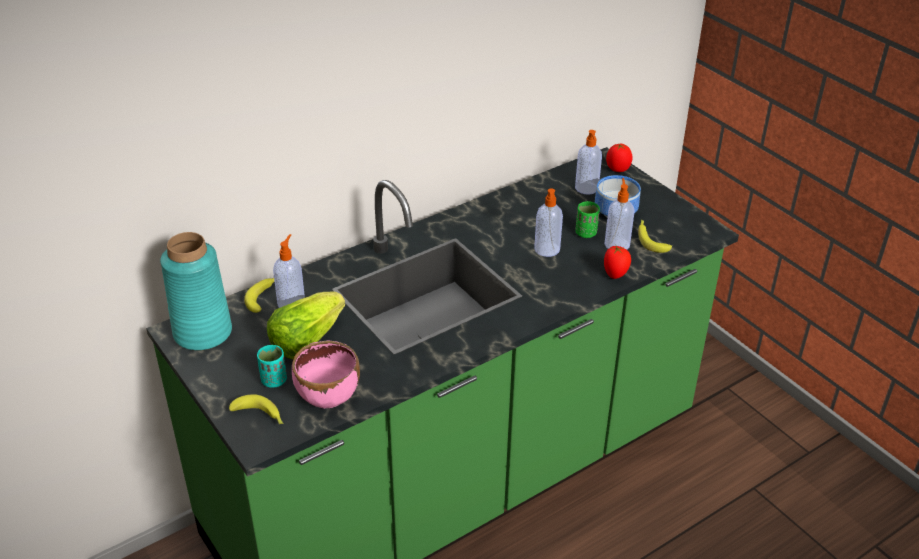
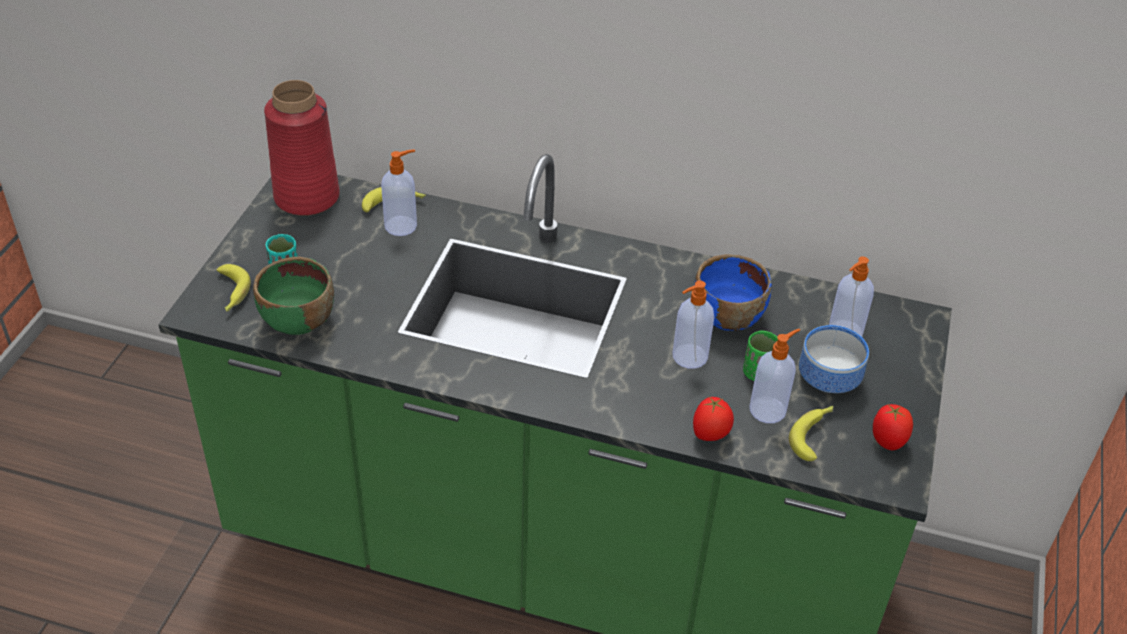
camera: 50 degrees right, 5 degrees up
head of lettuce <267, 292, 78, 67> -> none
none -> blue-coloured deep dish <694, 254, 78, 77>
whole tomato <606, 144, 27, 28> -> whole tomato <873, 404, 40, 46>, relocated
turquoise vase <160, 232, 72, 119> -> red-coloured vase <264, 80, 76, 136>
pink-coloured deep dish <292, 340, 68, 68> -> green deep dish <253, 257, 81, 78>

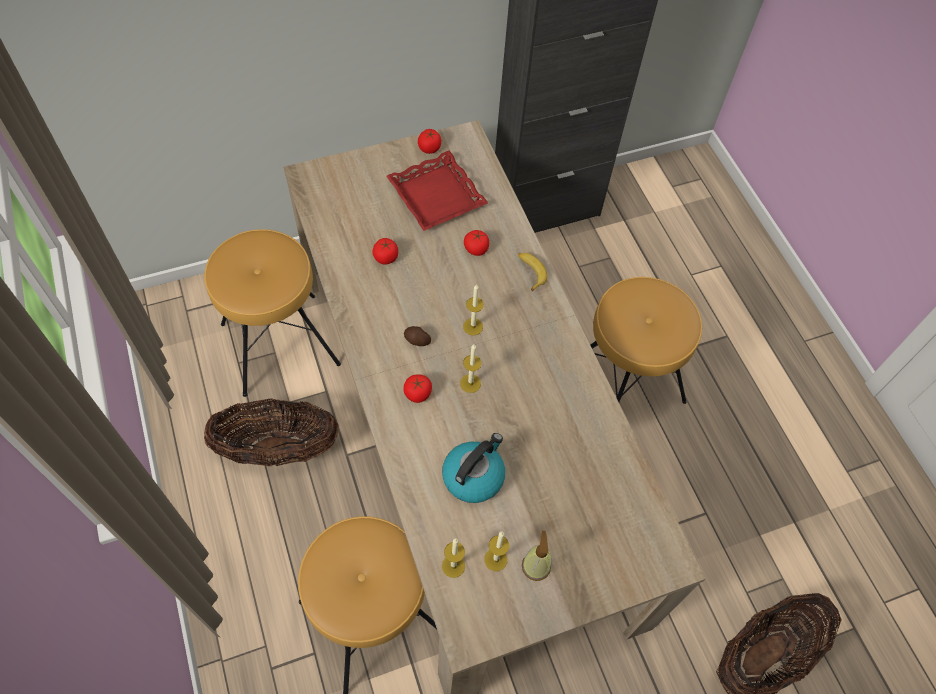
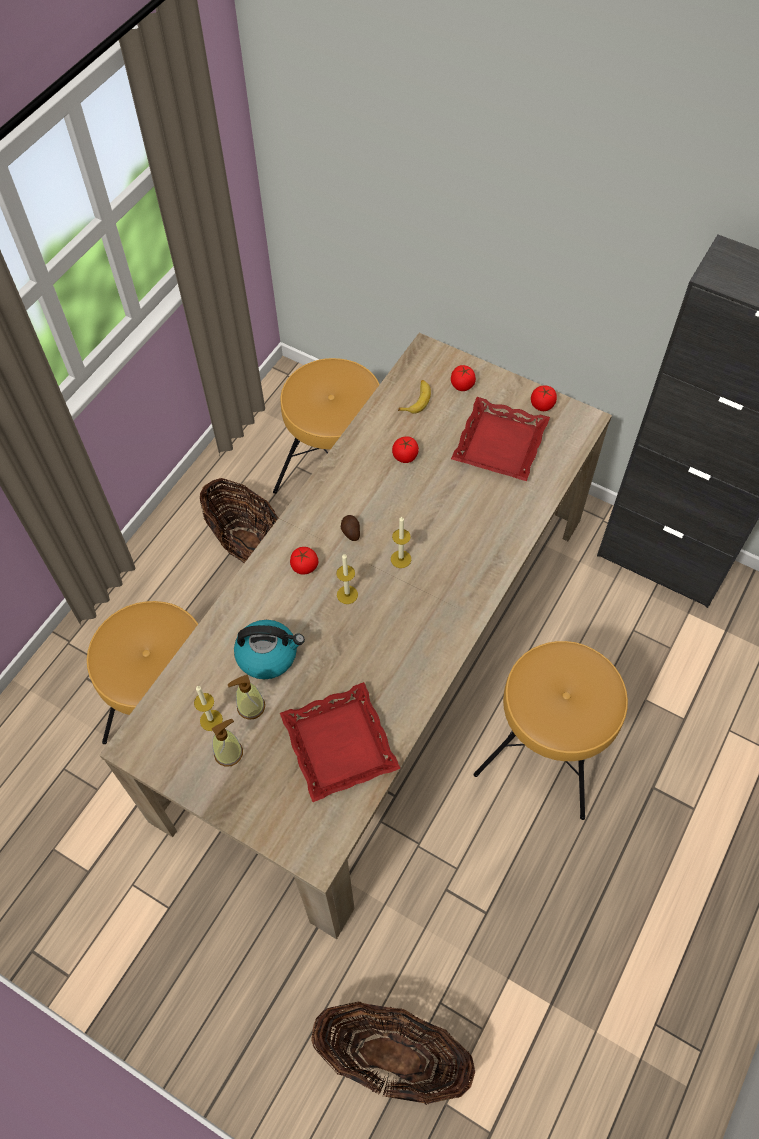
camera: 55 degrees right, 0 degrees up
candle <442, 538, 23, 40> -> none
none -> liquid soap bottle <228, 675, 37, 45>
none -> red-coloured tray <280, 682, 121, 120>
whole tomato <464, 230, 25, 26> -> whole tomato <451, 365, 25, 26>, relocated
banana <518, 253, 30, 39> -> banana <398, 380, 33, 34>, relocated

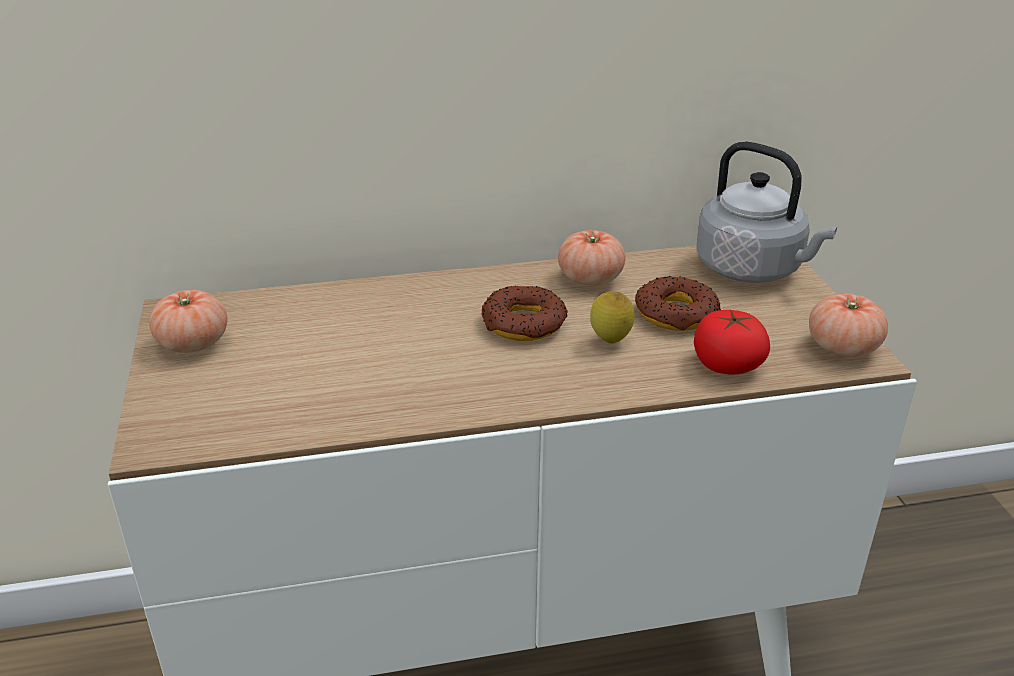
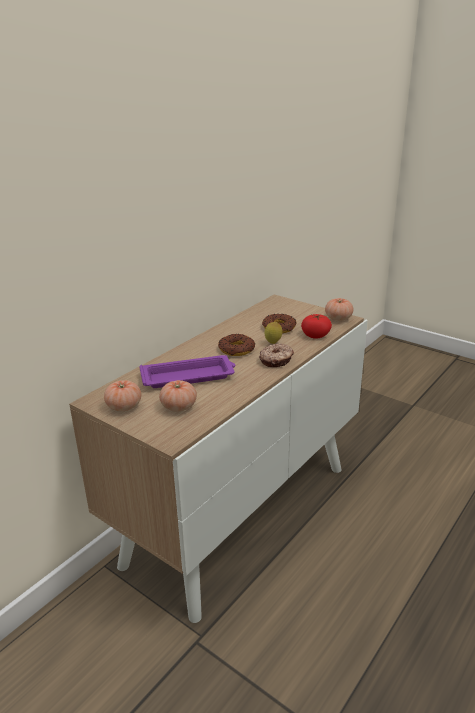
camera: 40 degrees left, 5 degrees down
gray kettle <696, 142, 141, 141> -> none
none -> purplish tray <140, 355, 95, 33>
none -> donut <259, 344, 35, 23>
whole tomato <558, 230, 67, 56> -> whole tomato <159, 380, 38, 32>, relocated

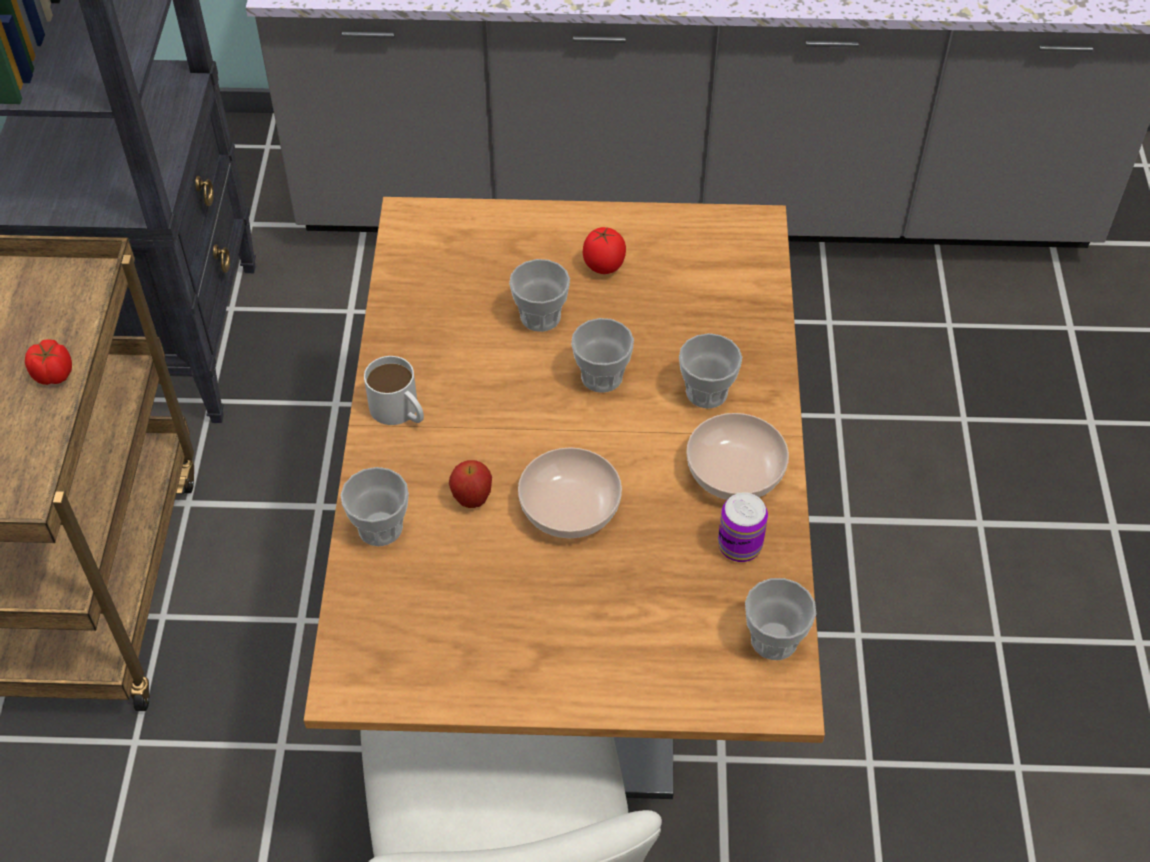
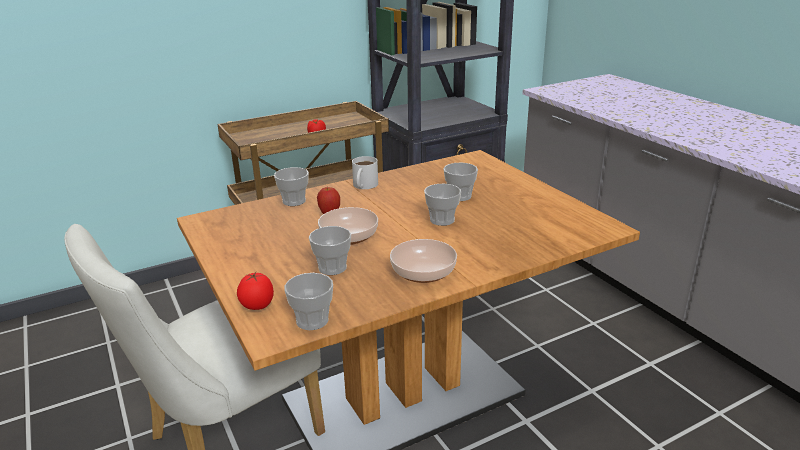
camera: 60 degrees right, 25 degrees down
sealed can <718, 492, 50, 70> -> none
whole tomato <583, 227, 43, 47> -> whole tomato <237, 272, 37, 38>, relocated
cup <679, 333, 63, 76> -> cup <309, 226, 42, 49>, relocated

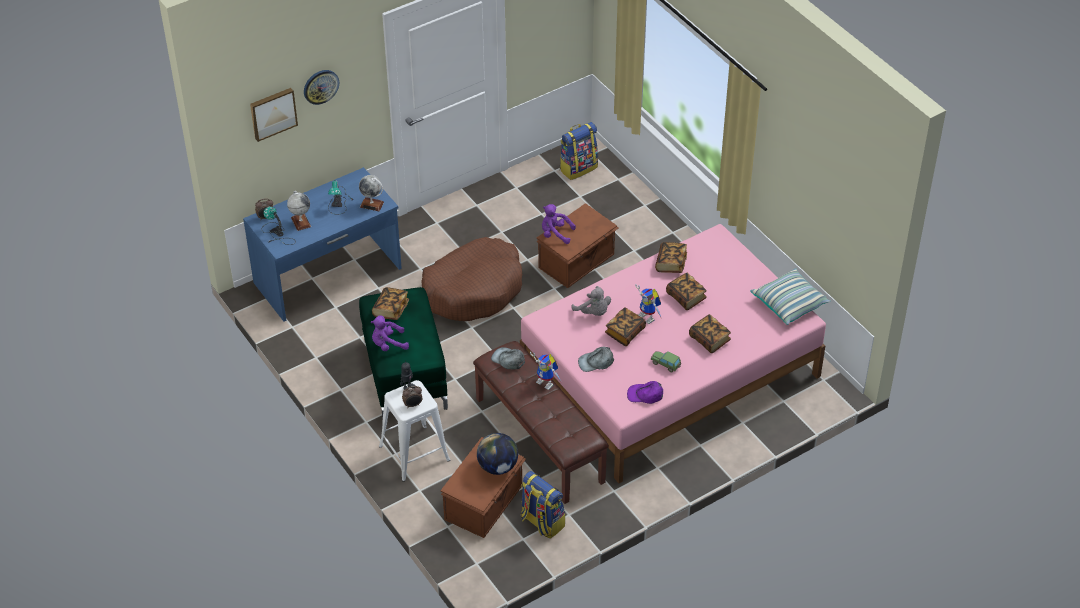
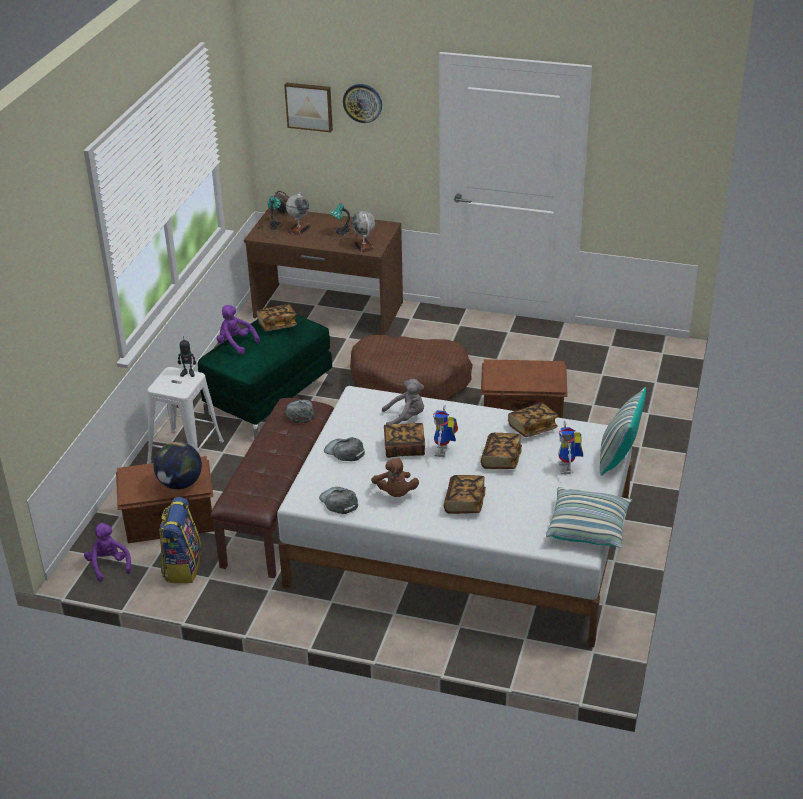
camera: 50 degrees right, 10 degrees down
bedside clock <402, 386, 21, 22> -> none
backpack <560, 122, 38, 58> -> none
none -> throw pillow <600, 387, 46, 89>
robot figure <530, 352, 31, 38> -> robot figure <558, 420, 25, 54>, relocated
purplish plush toy <542, 204, 34, 40> -> purplish plush toy <84, 523, 47, 59>, relocated
miniature car <650, 351, 31, 21> -> brown-coloured plush toy <371, 458, 48, 39>
blue-coloured desk <243, 167, 159, 155> -> brown-coloured desk <244, 208, 159, 127>
pink-coloured bed <520, 224, 306, 259> -> white bed <277, 386, 355, 261>
purplish cap <627, 381, 36, 23> -> gray cap <319, 487, 39, 27>
gray plush toy <571, 286, 40, 30> -> gray plush toy <382, 379, 42, 46>, 105 degrees counterclockwise

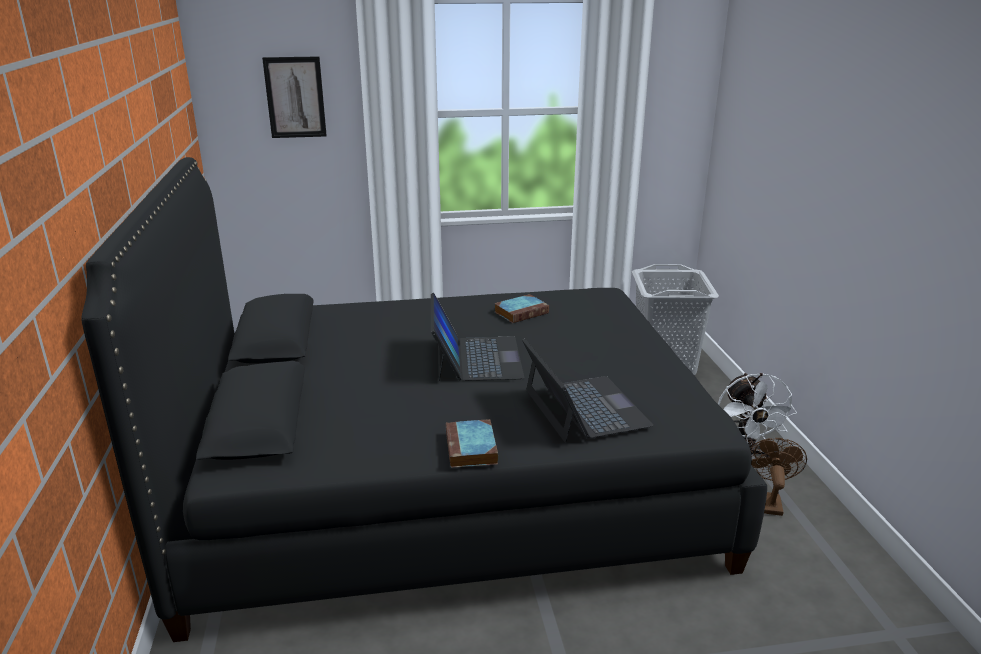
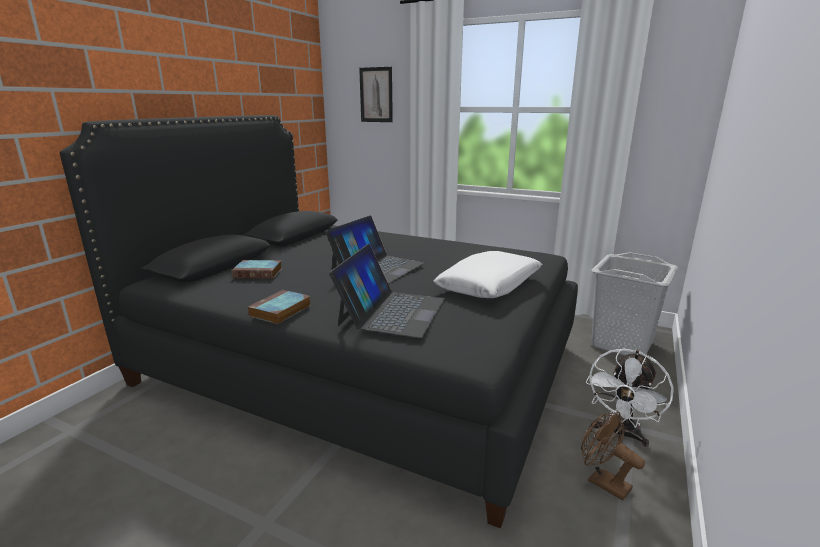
camera: 35 degrees right, 5 degrees down
none -> white throw pillow <434, 251, 108, 47>
book <494, 294, 55, 29> -> book <231, 260, 51, 19>, relocated
brown-coloured electric fan <750, 438, 57, 78> -> brown-coloured electric fan <581, 412, 64, 89>, 90 degrees counterclockwise

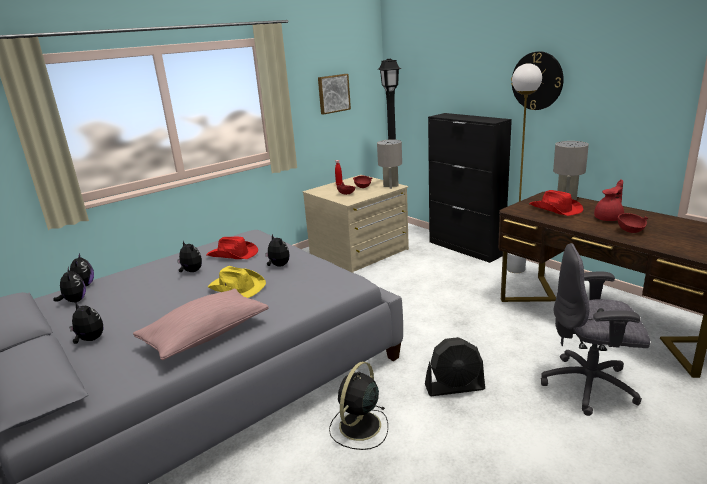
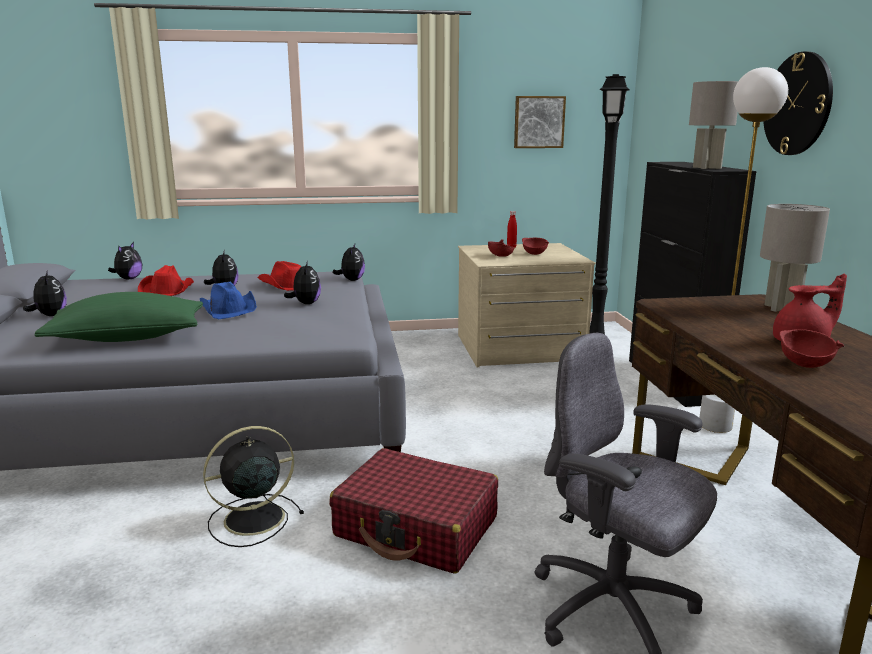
camera: 30 degrees right, 5 degrees down
plush toy <53, 266, 33, 36> -> plush toy <333, 244, 32, 37>, relocated
gray tabletop lamp <377, 139, 25, 50> -> gray tabletop lamp <689, 81, 49, 88>, relocated
red-coloured wearable hat <529, 190, 55, 26> -> red-coloured wearable hat <138, 265, 56, 31>, relocated
black electric fan <425, 337, 60, 59> -> red-coloured travel case <329, 448, 169, 126>
pink-coloured throw pillow <133, 289, 136, 71> -> green throw pillow <34, 292, 169, 50>
yellow-coloured wearable hat <208, 266, 58, 32> -> blue-coloured wearable hat <200, 282, 57, 37>

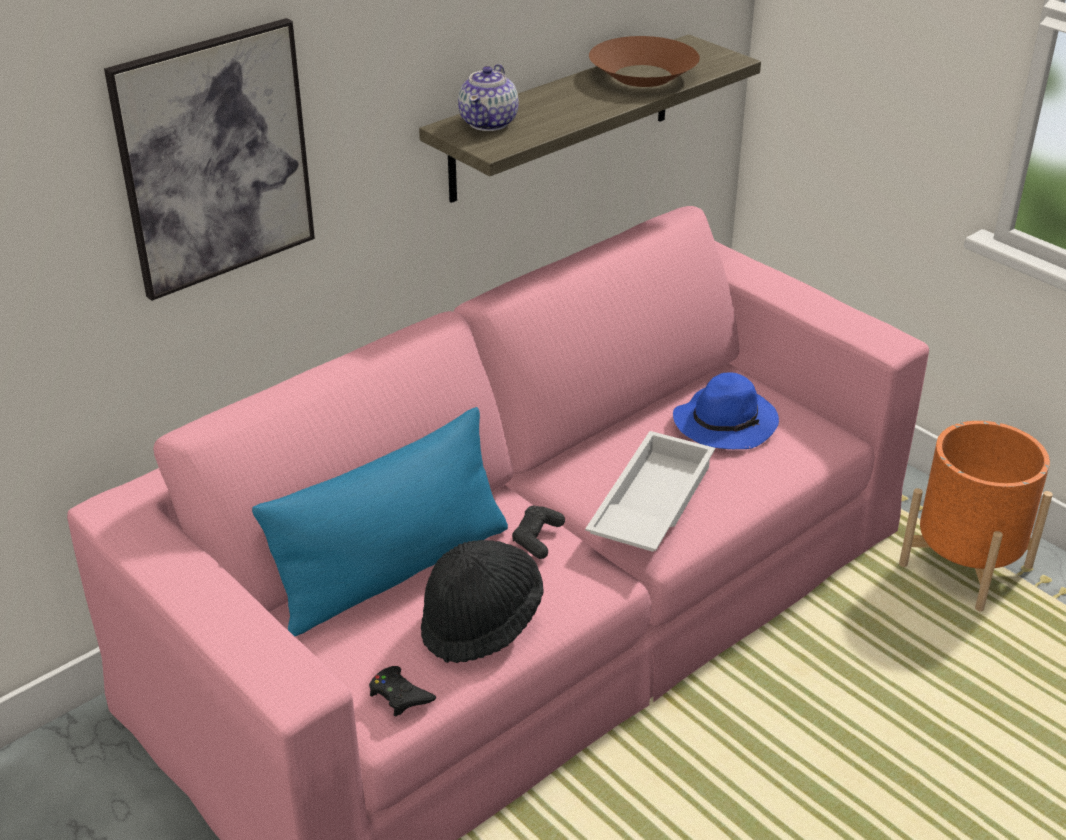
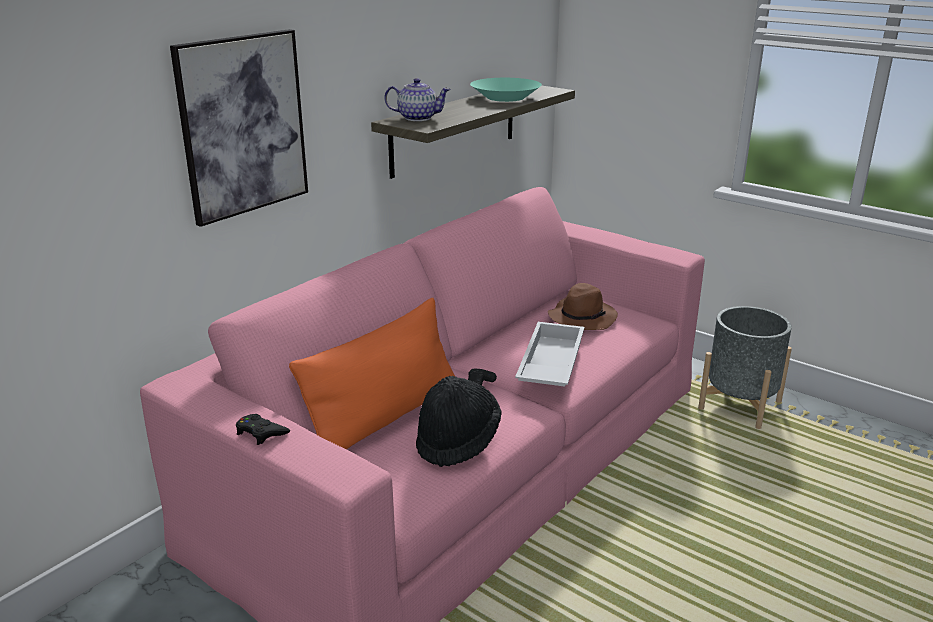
camera: 10 degrees left, 10 degrees down
black game controller <369, 666, 67, 51> -> black game controller <236, 414, 54, 31>, relocated
blue-coloured throw pillow <252, 407, 256, 229> -> orangey throw pillow <289, 298, 167, 151>
brown-coloured deep dish <589, 36, 111, 51> -> turquoise deep dish <470, 78, 72, 24>
blue-coloured wearable hat <673, 372, 106, 77> -> brown-coloured wearable hat <548, 283, 70, 47>
orangey flower pot <899, 421, 154, 190> -> gray flower pot <698, 306, 94, 123>
teapot <458, 64, 61, 67> -> teapot <384, 78, 67, 43>, 90 degrees counterclockwise

